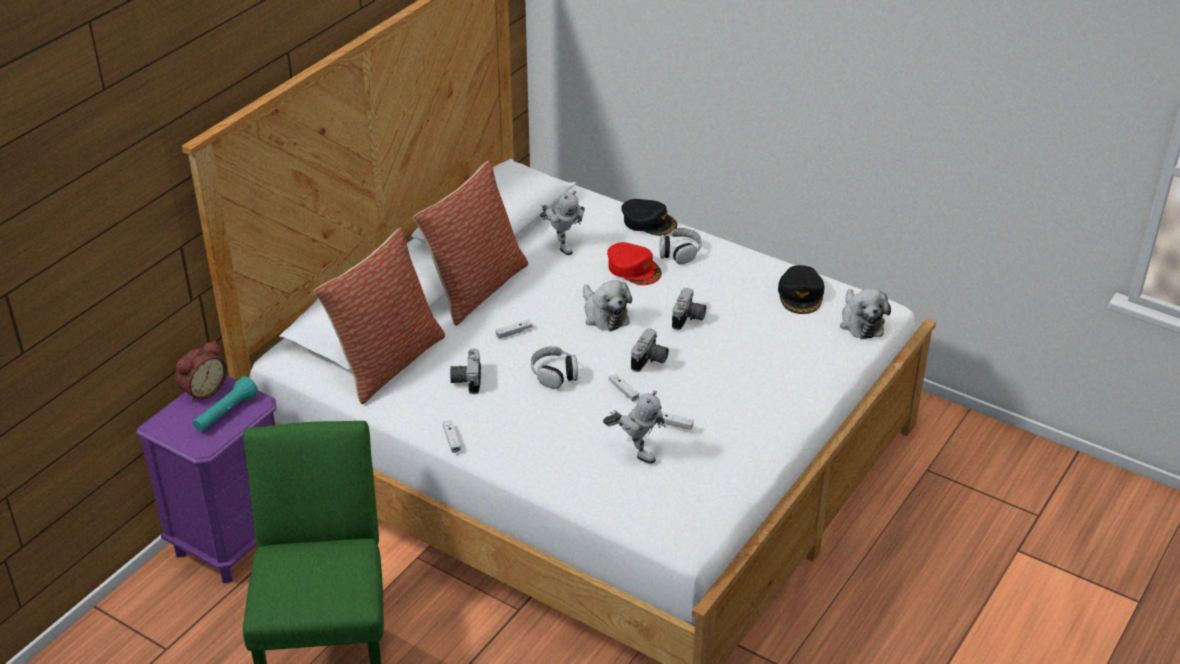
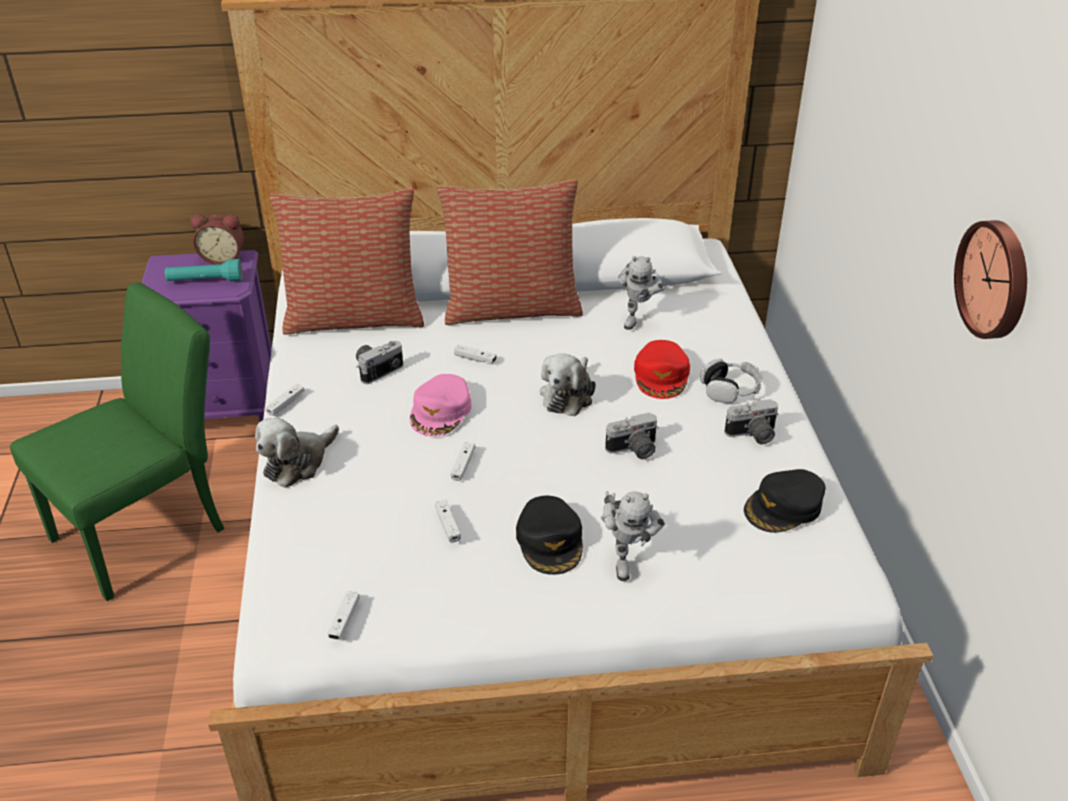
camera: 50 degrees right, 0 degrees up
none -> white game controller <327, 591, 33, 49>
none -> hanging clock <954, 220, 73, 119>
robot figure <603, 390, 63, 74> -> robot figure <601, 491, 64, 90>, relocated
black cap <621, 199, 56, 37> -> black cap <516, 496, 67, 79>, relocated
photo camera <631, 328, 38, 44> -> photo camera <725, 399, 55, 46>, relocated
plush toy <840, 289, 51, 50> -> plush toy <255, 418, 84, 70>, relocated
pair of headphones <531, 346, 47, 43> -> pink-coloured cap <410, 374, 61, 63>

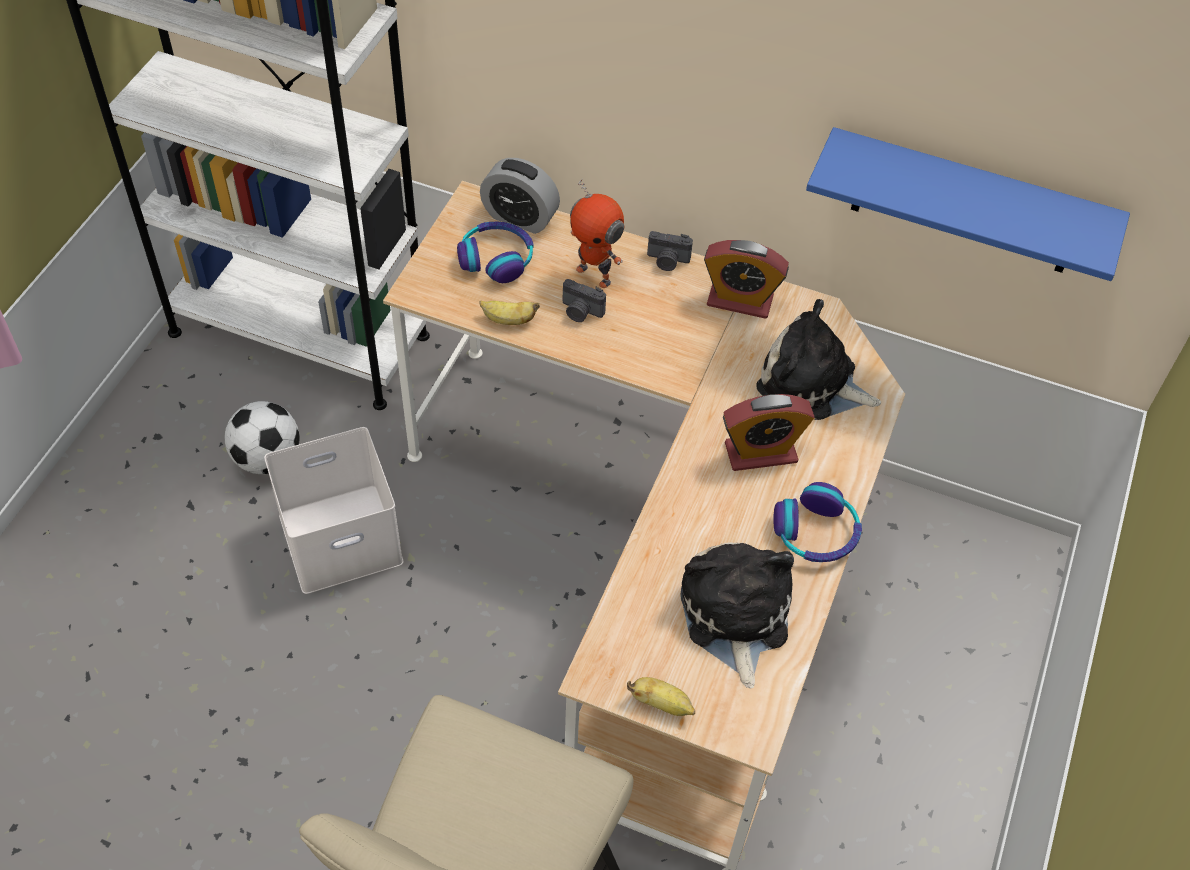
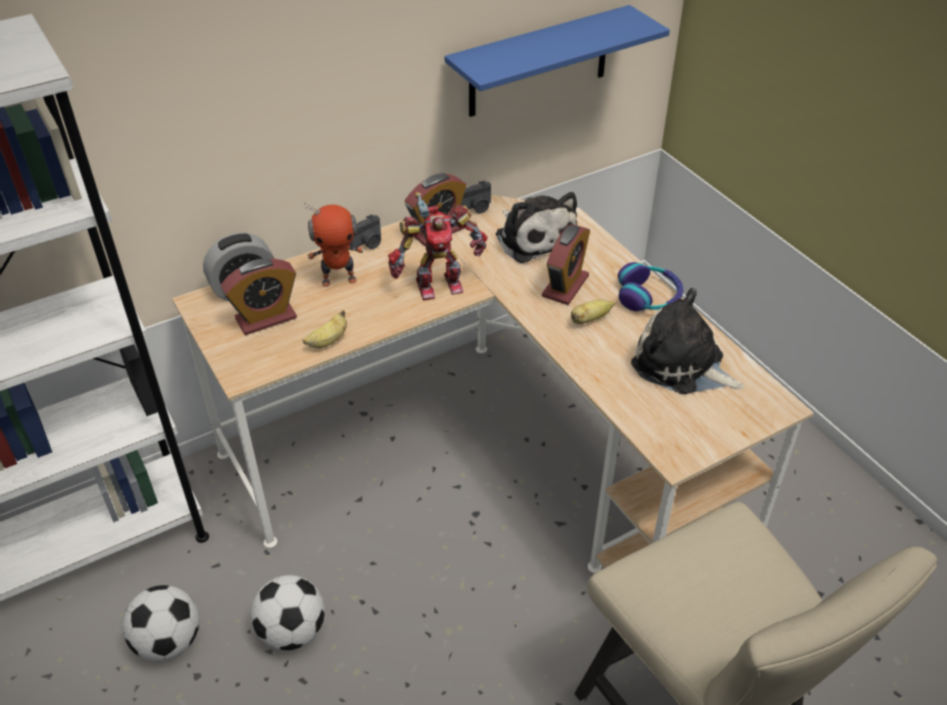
camera: 50 degrees left, 10 degrees down
none -> robot figure <388, 192, 99, 108>
photo camera <563, 279, 43, 43> -> photo camera <460, 181, 31, 32>, relocated
banana <627, 677, 68, 39> -> banana <571, 299, 45, 25>, relocated
white storage box <264, 427, 140, 167> -> football <251, 575, 74, 75>
pair of headphones <457, 222, 77, 61> -> bedside clock <221, 258, 76, 77>
plush toy <756, 299, 125, 121> -> plush toy <496, 192, 81, 71>, 90 degrees counterclockwise

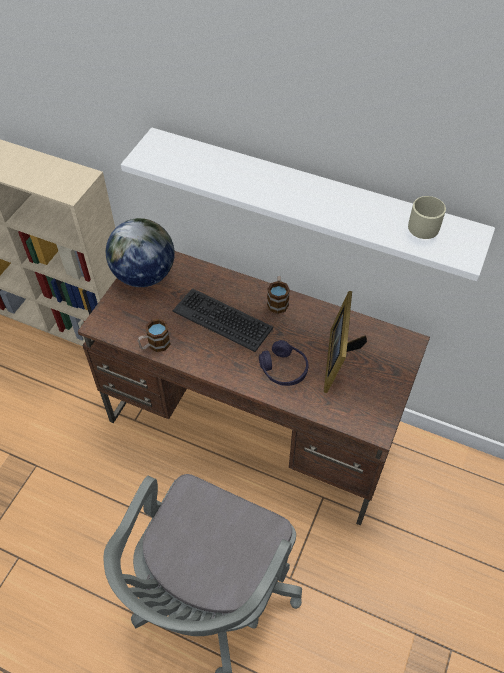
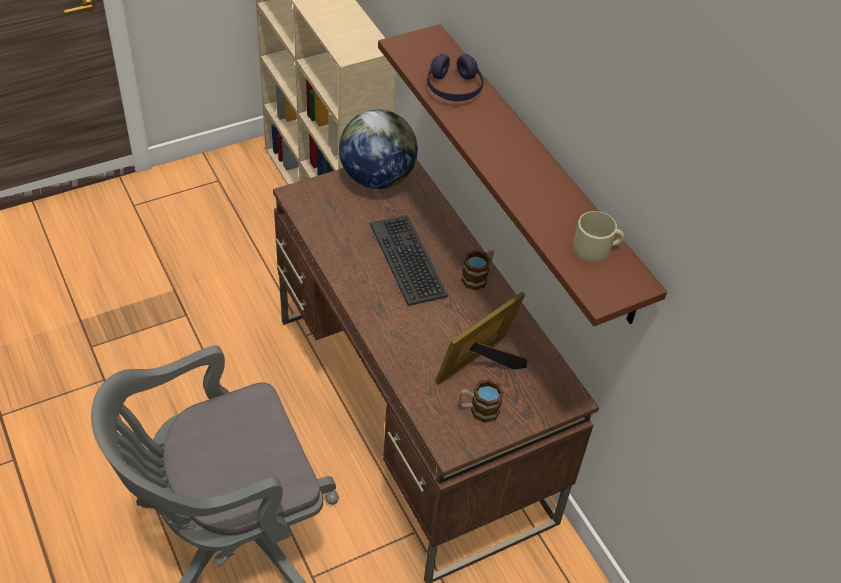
camera: 35 degrees right, 5 degrees down
tea mug <138, 319, 33, 33> -> tea mug <459, 379, 45, 44>, relocated
purplish pair of headphones <259, 340, 49, 46> -> purplish pair of headphones <427, 54, 57, 47>, relocated
white wall shelf <121, 128, 374, 153> -> brown-coloured wall shelf <378, 24, 289, 302>

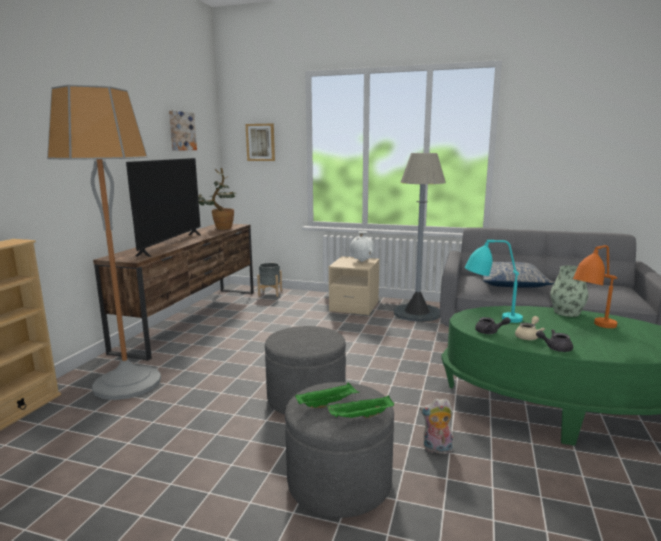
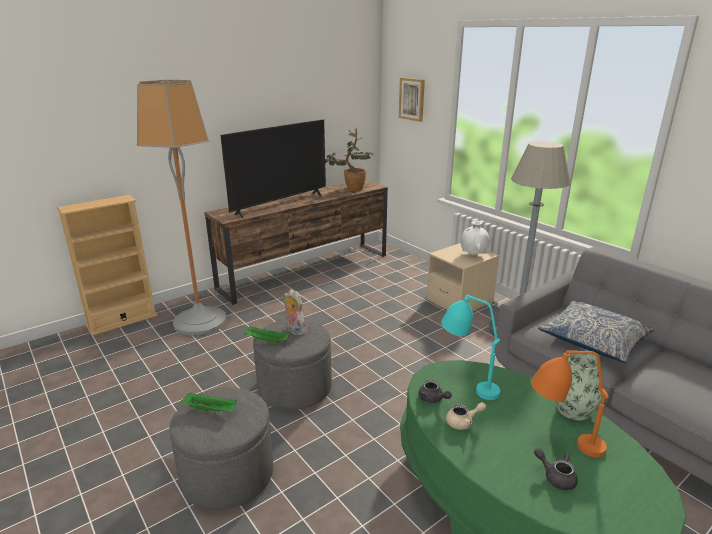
camera: 35 degrees right, 10 degrees up
wall picture <169, 110, 28, 41> -> none
gray flower pot <257, 263, 25, 34> -> none
green tray <327, 395, 67, 23> -> green tray <244, 326, 45, 17>, relocated
plush toy <420, 398, 33, 56> -> plush toy <284, 289, 22, 46>, relocated
gray teapot <536, 330, 37, 22> -> gray teapot <534, 448, 44, 42>, relocated

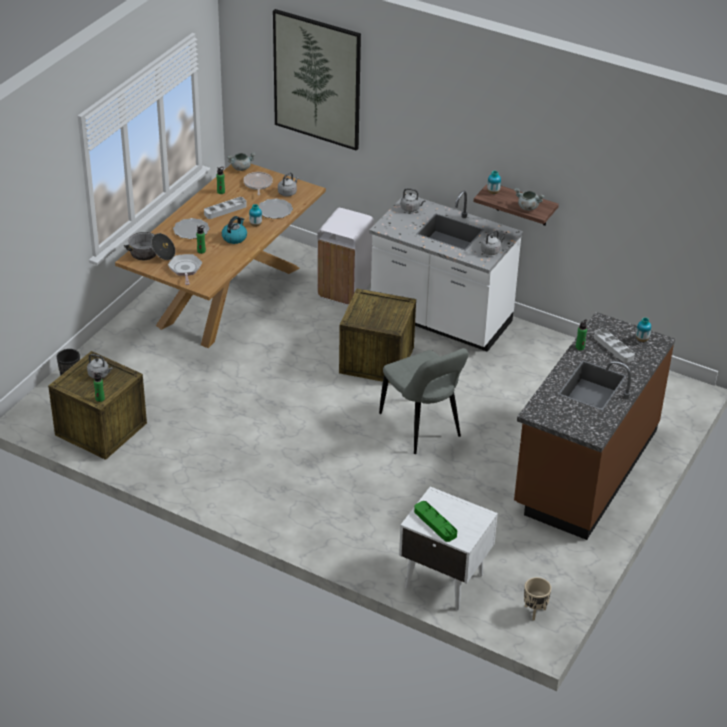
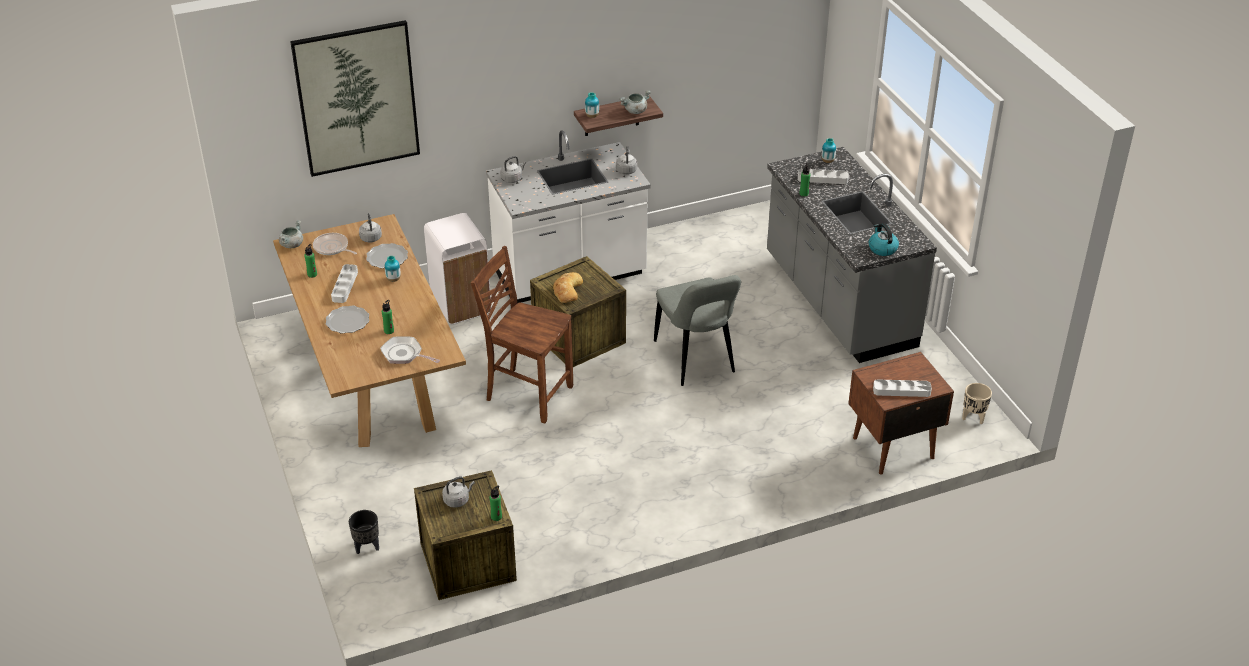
camera: 50 degrees left, 0 degrees up
saucepot <124, 232, 51, 28> -> none
none -> brown-coloured upright chair <471, 246, 102, 177>
none -> baked bread <553, 272, 30, 31>
kettle <222, 216, 25, 28> -> kettle <869, 223, 30, 33>, relocated
white nightstand <399, 486, 99, 124> -> brown-coloured nightstand <848, 352, 106, 122>
green tray <414, 501, 43, 41> -> gray tray <873, 379, 59, 18>
brown-coloured counter <514, 312, 161, 228> -> gray counter <767, 147, 170, 216>
gray upright chair <379, 348, 90, 106> -> gray upright chair <654, 275, 87, 111>, 60 degrees clockwise

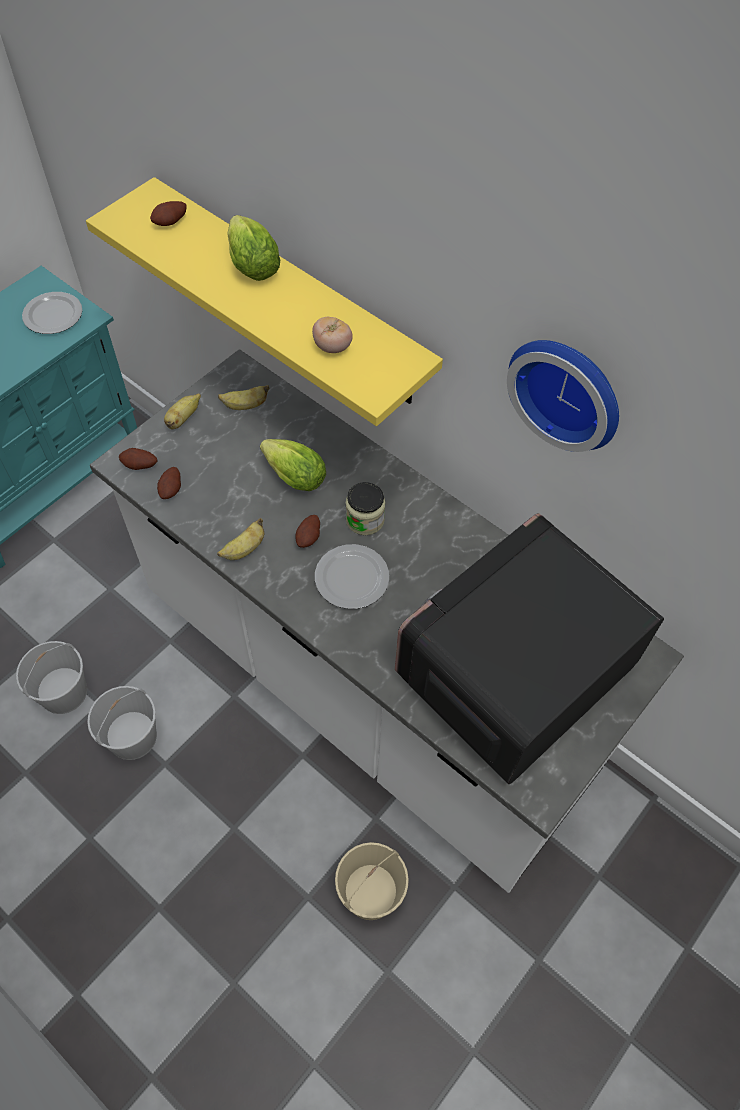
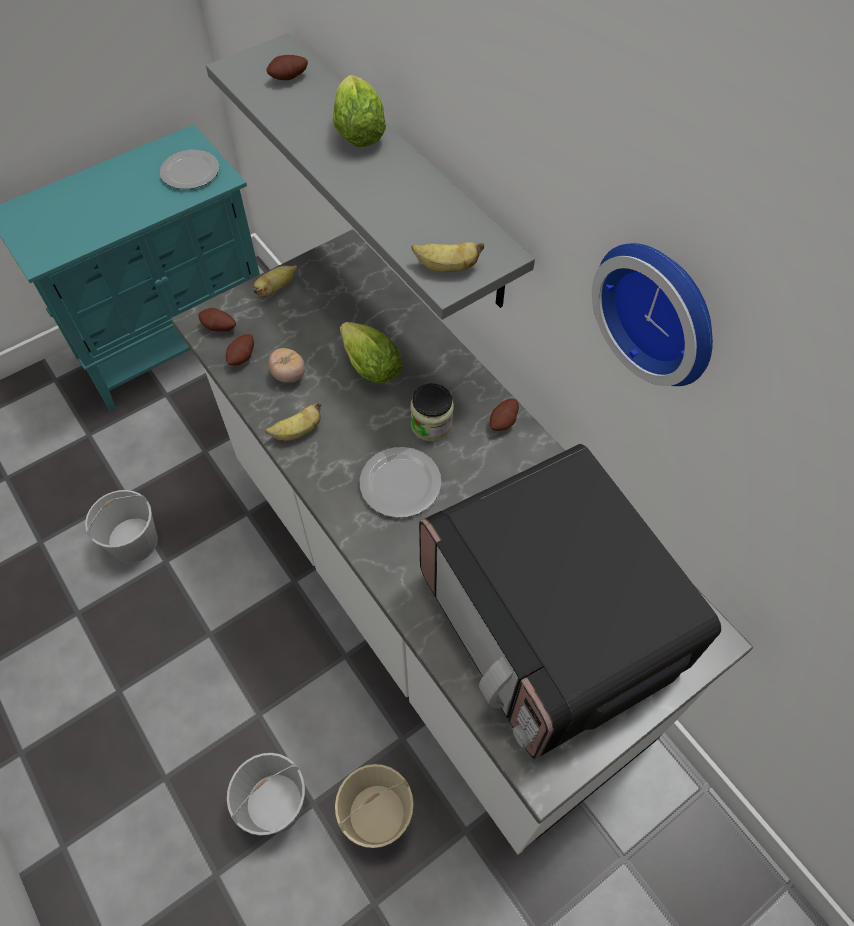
camera: 15 degrees right, 0 degrees up
white bucket <87, 686, 70, 74> -> white bucket <227, 753, 78, 82>, relocated
banana <218, 385, 52, 25> -> banana <412, 242, 72, 30>, relocated
potato <296, 515, 24, 33> -> potato <490, 399, 29, 32>, relocated
whole tomato <312, 317, 41, 36> -> whole tomato <268, 348, 37, 35>, relocated
yellow-coloured wall shelf <86, 177, 357, 249> -> gray wall shelf <206, 33, 329, 287>
kitchen microwave <395, 513, 269, 271> -> kitchen microwave <419, 444, 302, 315>, 90 degrees counterclockwise

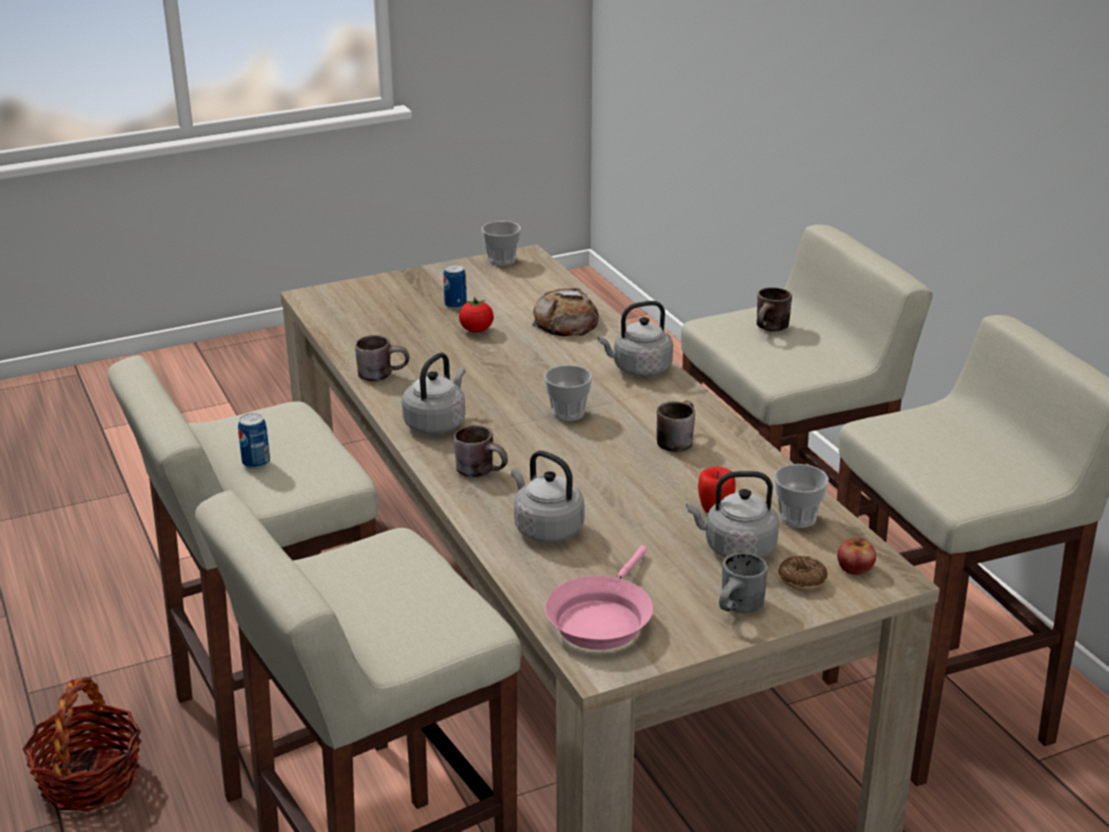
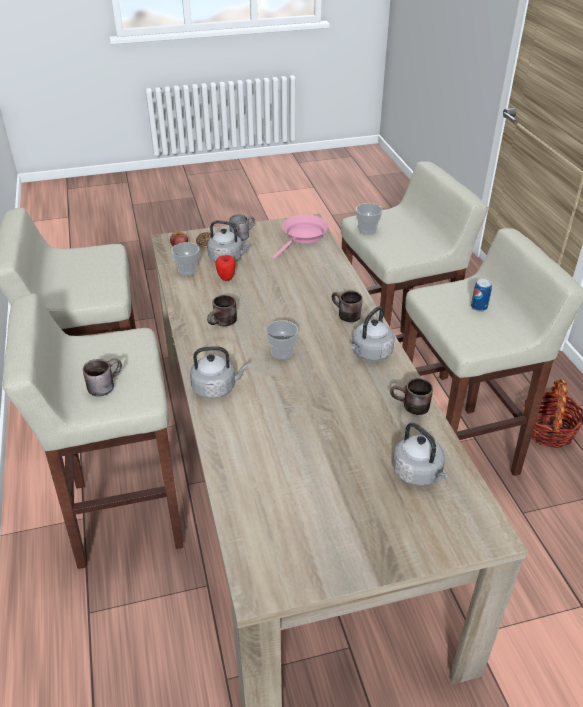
camera: 170 degrees left, 10 degrees up
sealed can <443, 264, 24, 45> -> none
whole tomato <459, 297, 35, 35> -> none
baked bread <532, 288, 67, 48> -> none
cup <482, 221, 39, 45> -> cup <356, 203, 27, 32>, relocated
gray kettle <511, 451, 73, 92> -> gray kettle <393, 423, 56, 63>, relocated

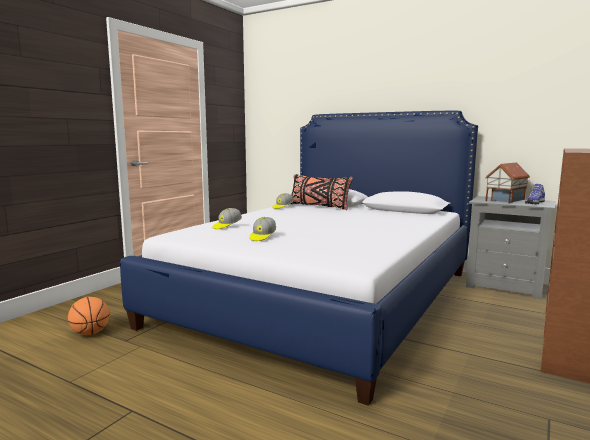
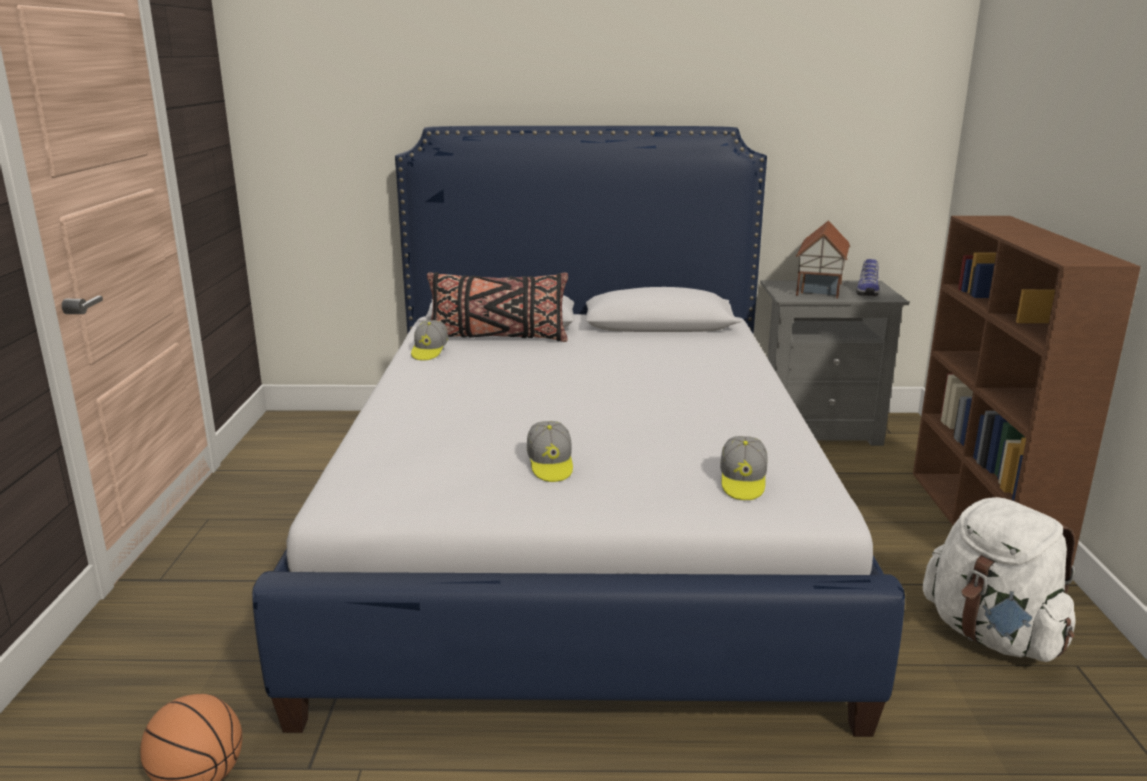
camera: 30 degrees left, 10 degrees up
none -> white backpack <923, 497, 153, 165>
cap <212, 208, 30, 21> -> cap <720, 436, 48, 64>, relocated

